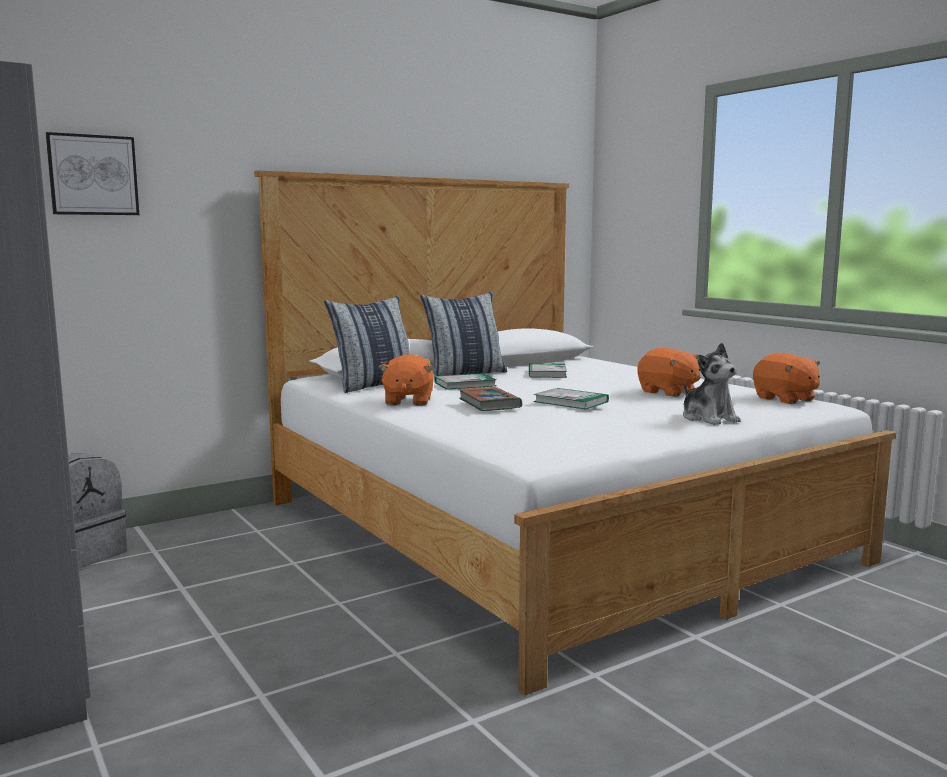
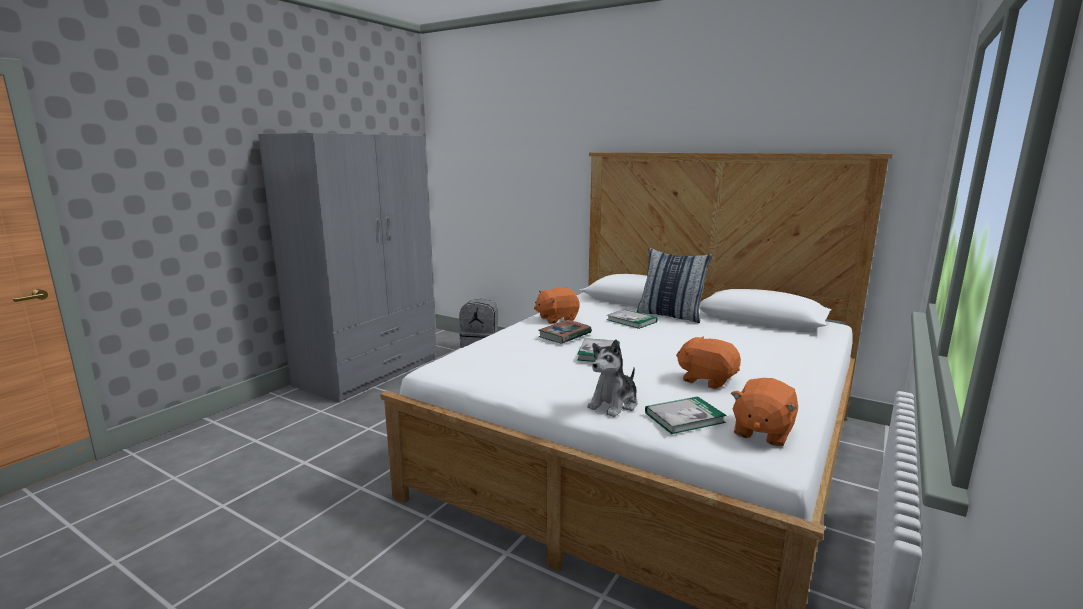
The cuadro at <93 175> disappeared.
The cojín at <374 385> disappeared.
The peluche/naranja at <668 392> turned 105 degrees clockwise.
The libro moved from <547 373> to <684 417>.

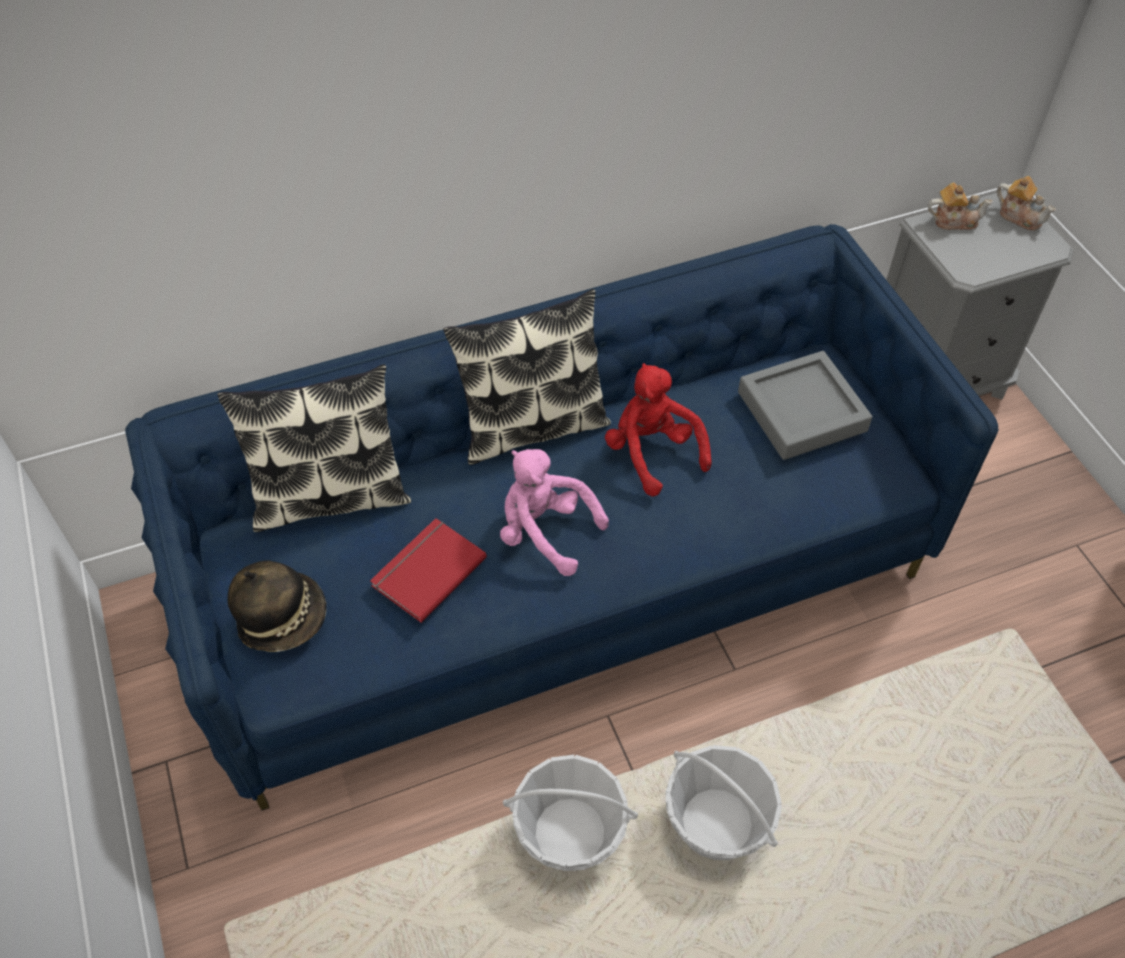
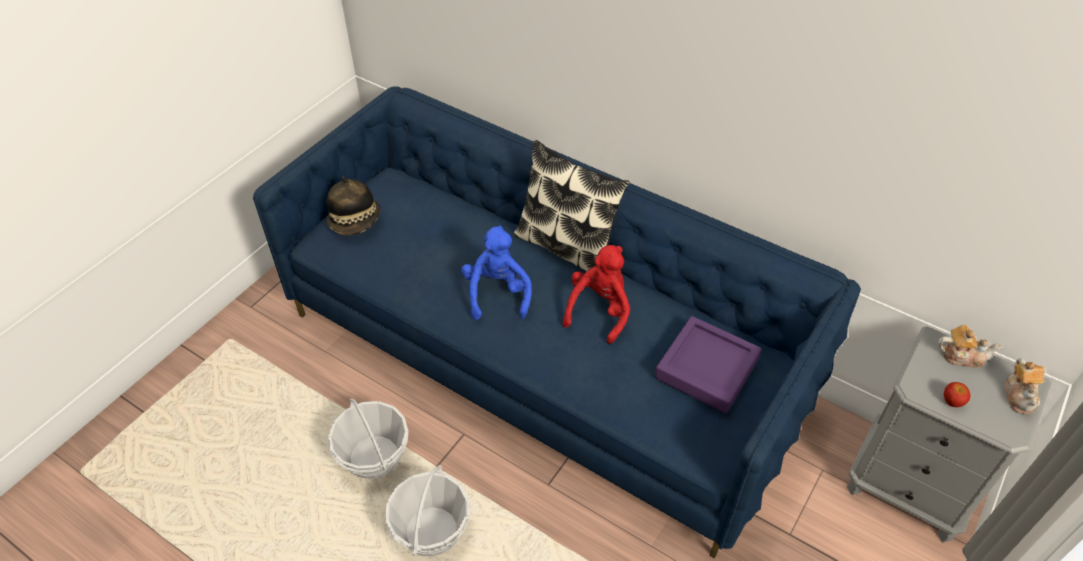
The tetera at <953 220> turned 45 degrees counterclockwise.
The bandeja/gris at <801 411> became the bandeja/morado at <706 368>.
The cojín at <330 496> disappeared.
The peluche/rosa at <545 532> became the peluche/azul at <497 293>.
The libro/rojo at <426 570> disappeared.
The manzana at <952 401> appeared.

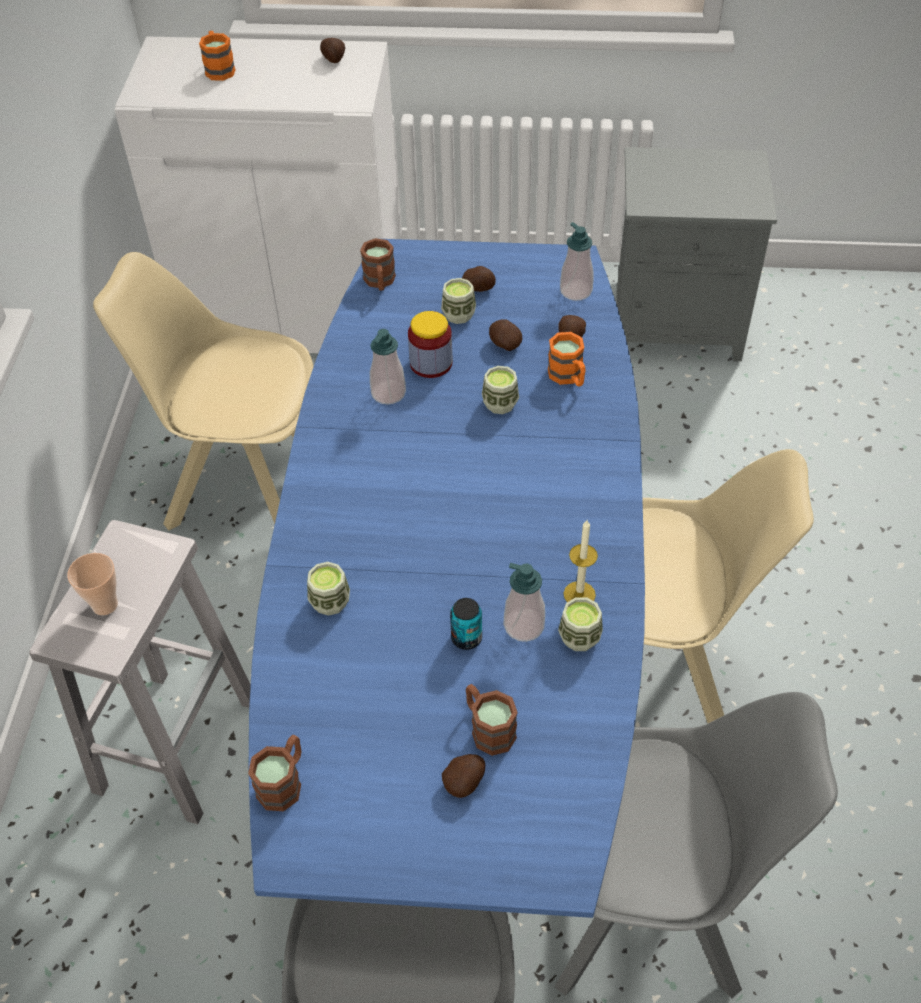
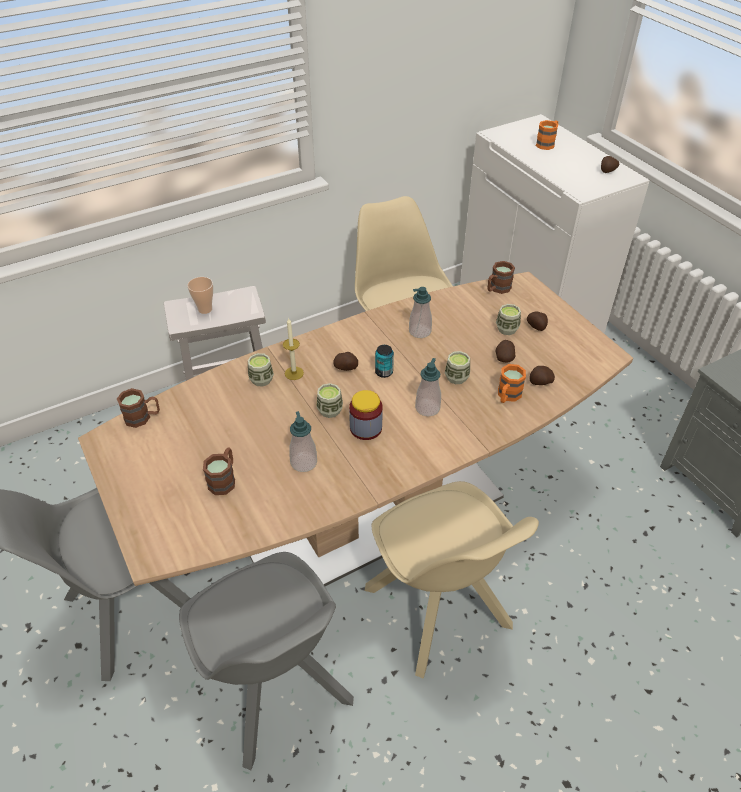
The dispensador de jabón moved from <576 291> to <427 408>.
The mesa de comedor/azul at <464 663> became the mesa de comedor/marrón at <369 512>.
The tarro moved from <431 363> to <366 428>.
The vela moved from <579 594> to <294 373>.
The taza moved from <579 637> to <330 410>.
The lata moved from <466 638> to <384 372>.
The patata moved from <465 782> to <346 368>.

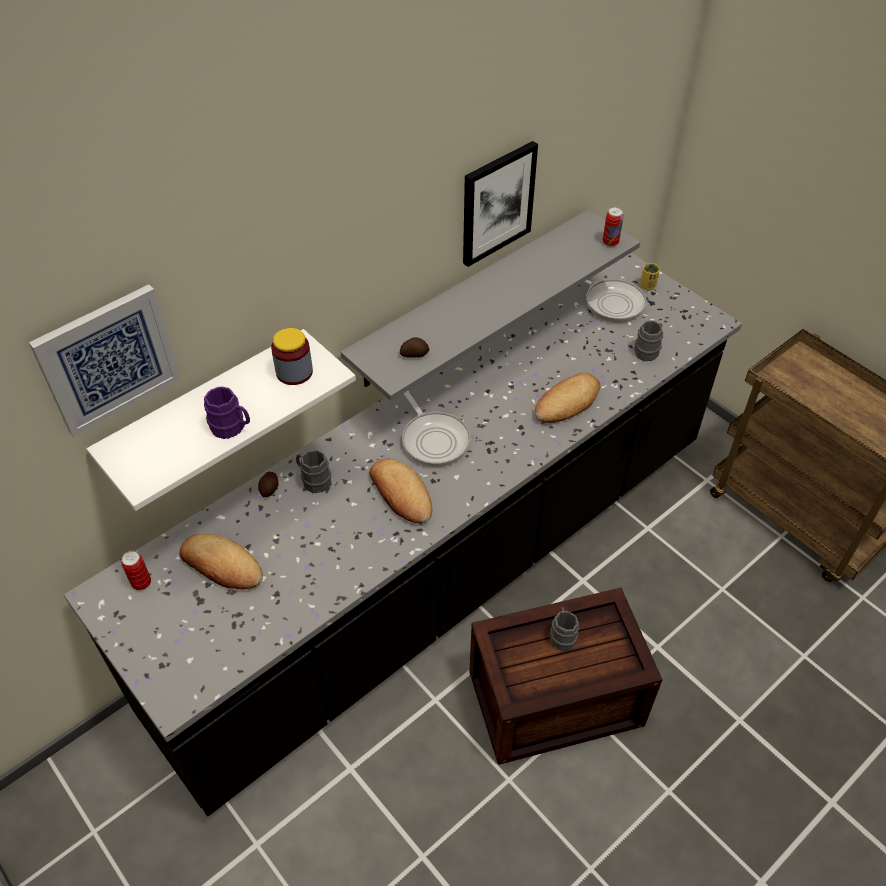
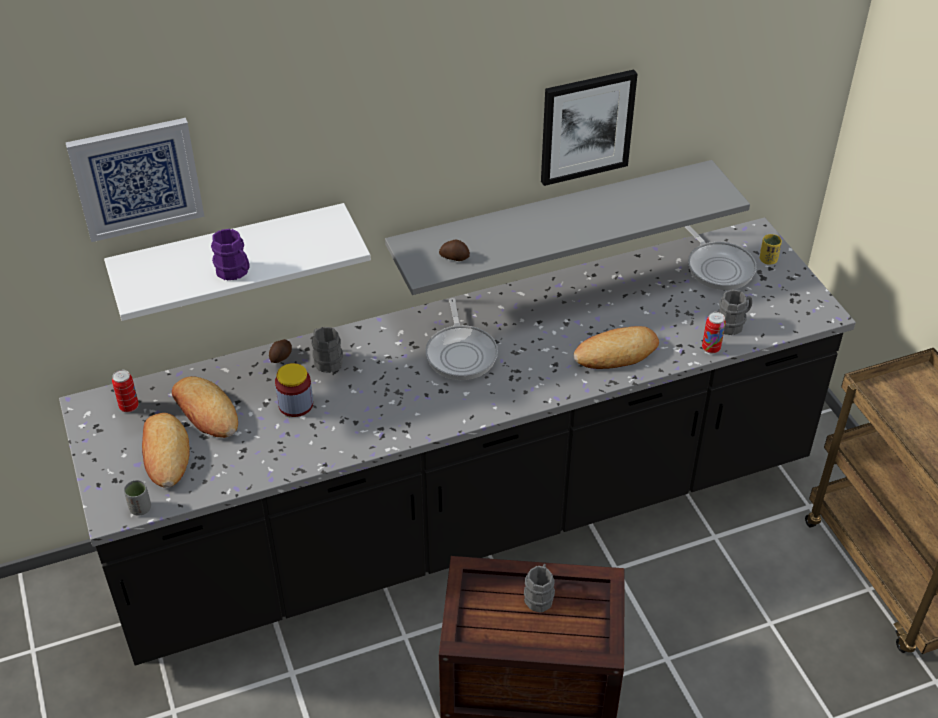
The lata moved from <610 242> to <711 348>.
The tarro moved from <294 372> to <295 404>.
The pan moved from <401 494> to <165 454>.
The taza/gris at <140 508> appeared.

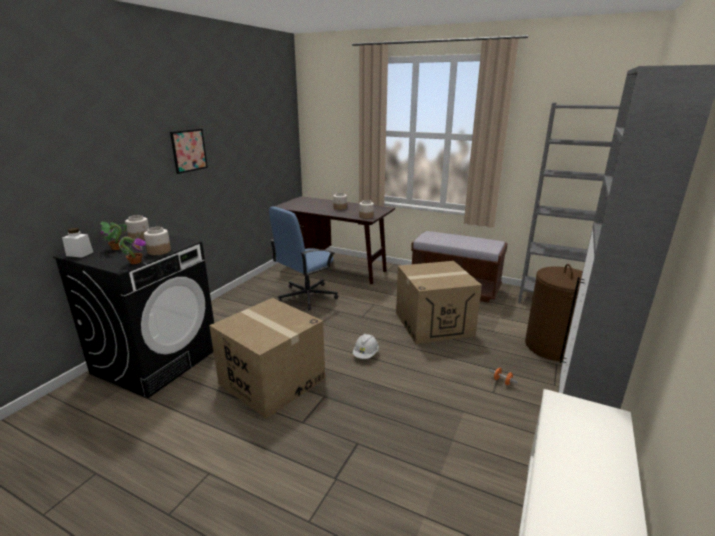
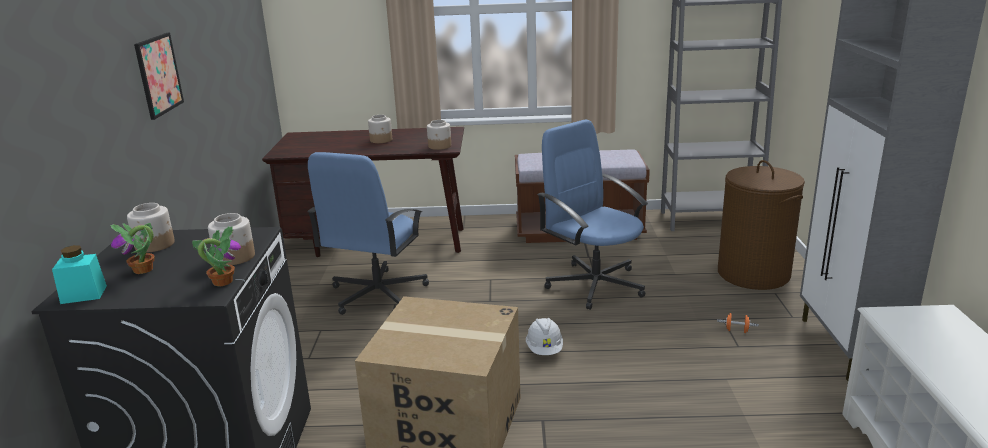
The tarro/blanco at <80 254> became the tarro/turquesa at <84 294>.
The caja de cartón at <433 324> was replaced by the silla de oficina/azul at <594 284>.

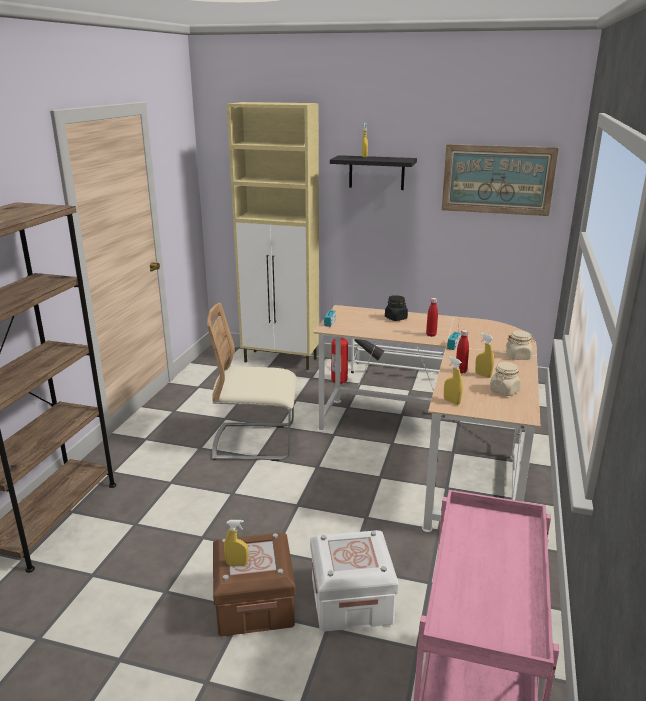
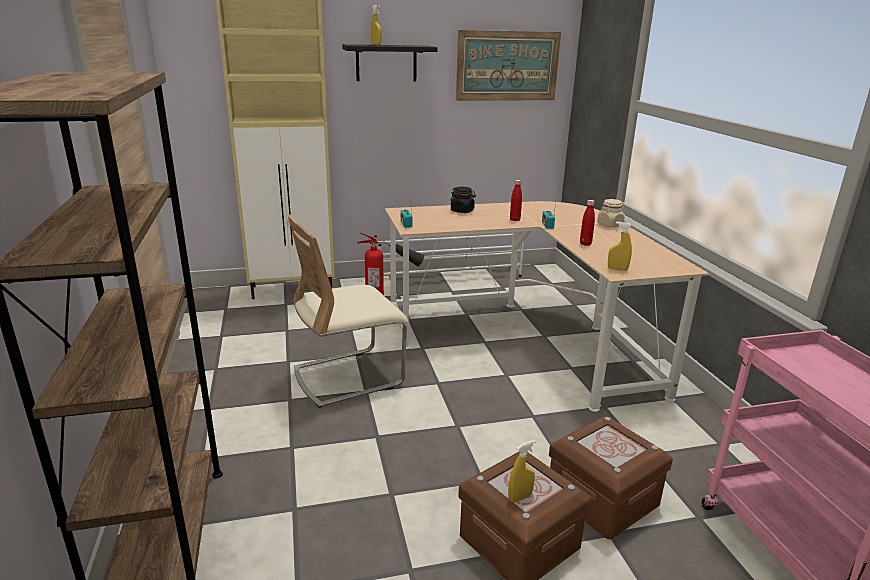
The pulverizador/amarillo at <483 375> disappeared.
The tarro/beis at <504 391> disappeared.
The caja de almacenaje/blanco at <351 600> became the caja de almacenaje/marrón at <602 498>.

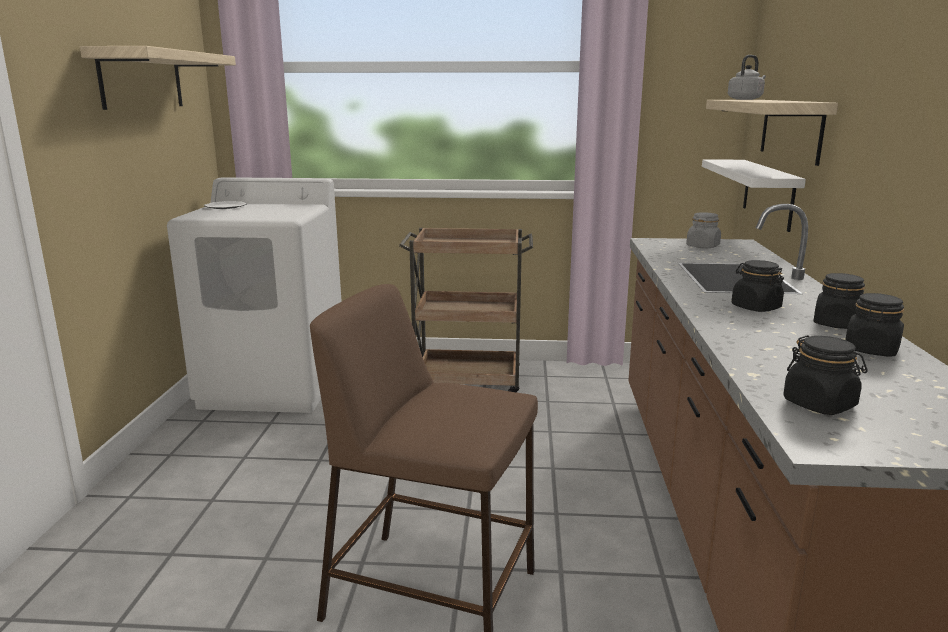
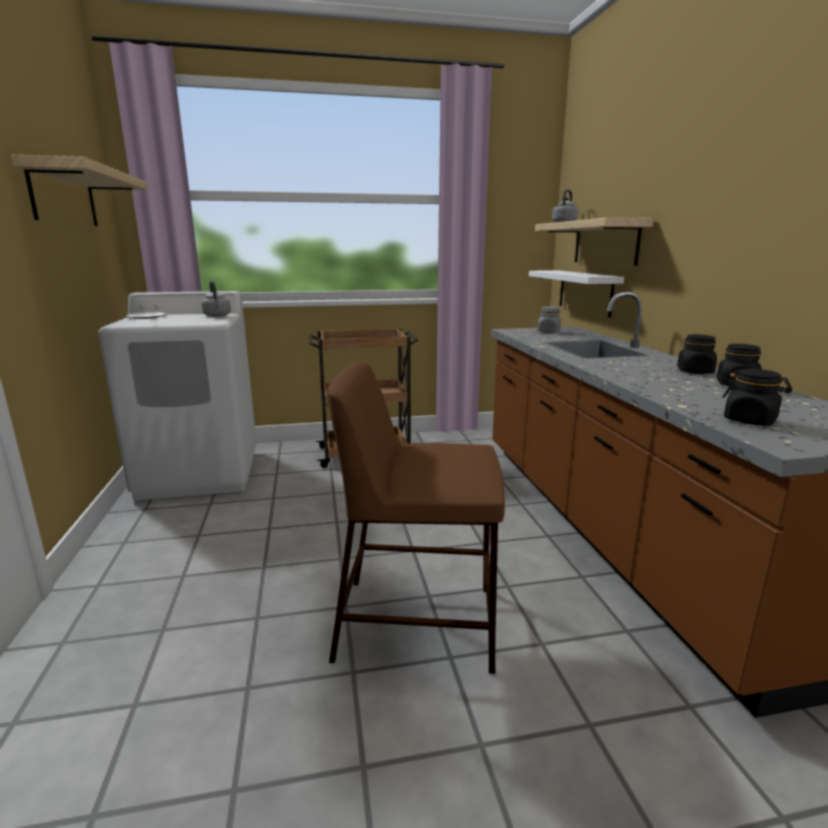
The tarro/negro at <755 307> disappeared.
The hervidor/gris at <217 316> appeared.

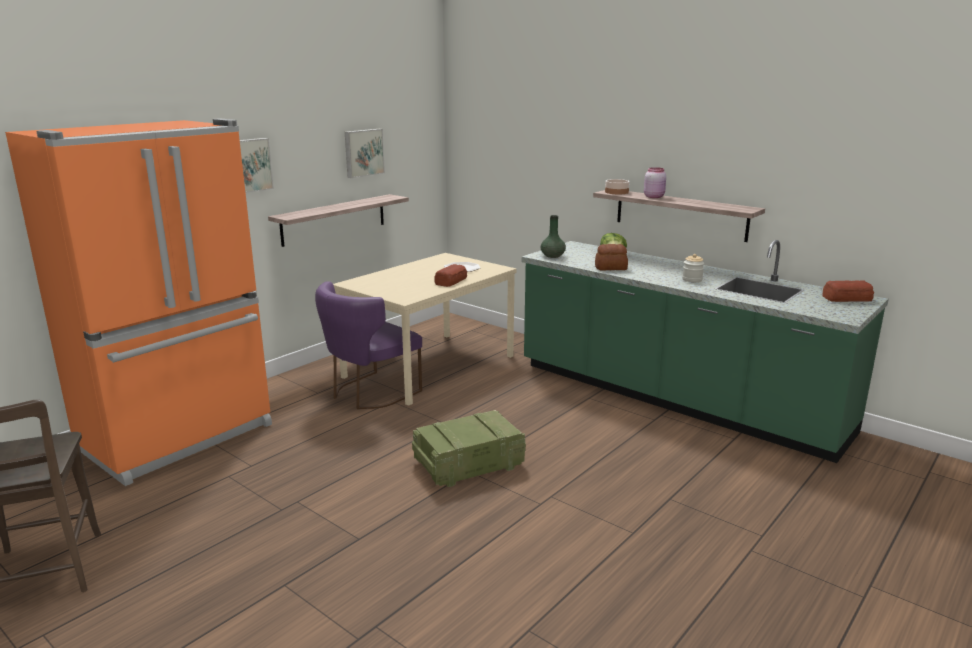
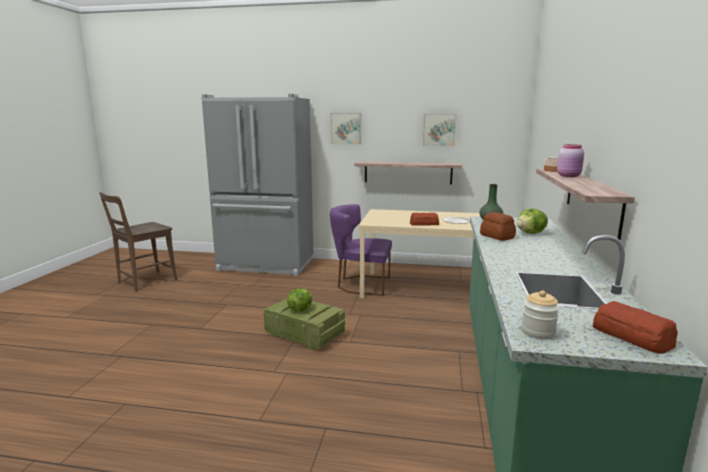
The nevera/naranja at <180 438> became the nevera/gris at <266 265>.
The tarro moved from <692 279> to <538 332>.
The lechuga at <300 309> appeared.

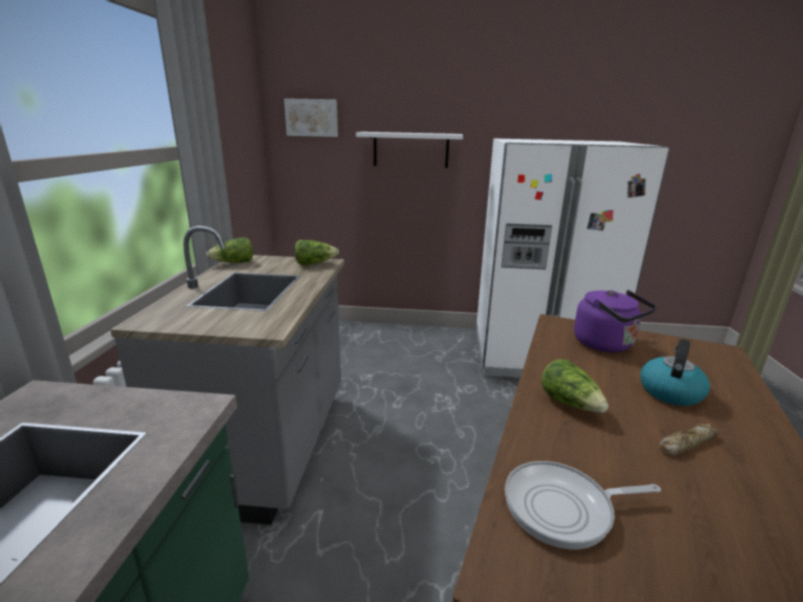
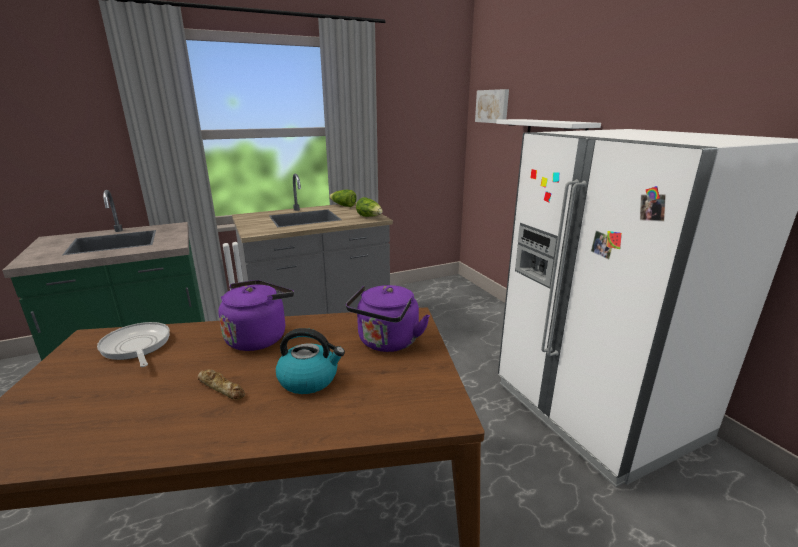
The lechuga at <570 403> was replaced by the hervidor/morado at <259 337>.

